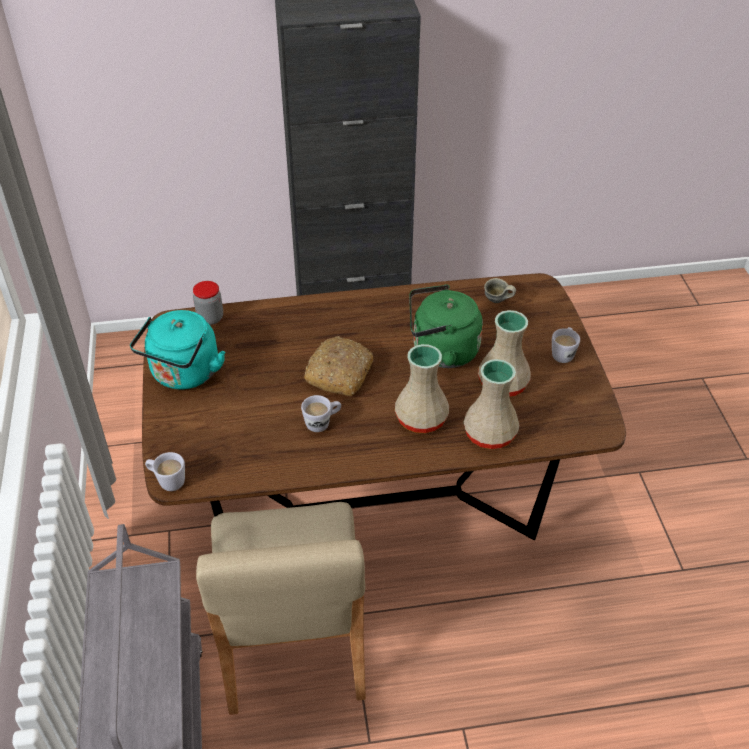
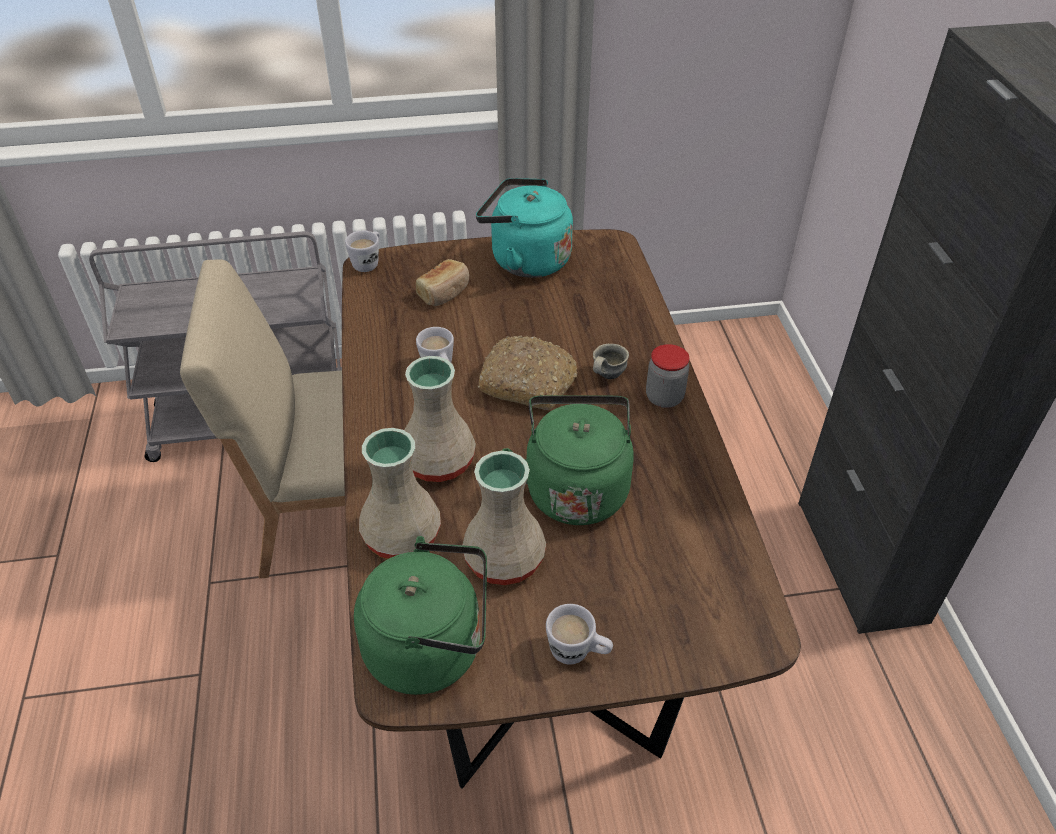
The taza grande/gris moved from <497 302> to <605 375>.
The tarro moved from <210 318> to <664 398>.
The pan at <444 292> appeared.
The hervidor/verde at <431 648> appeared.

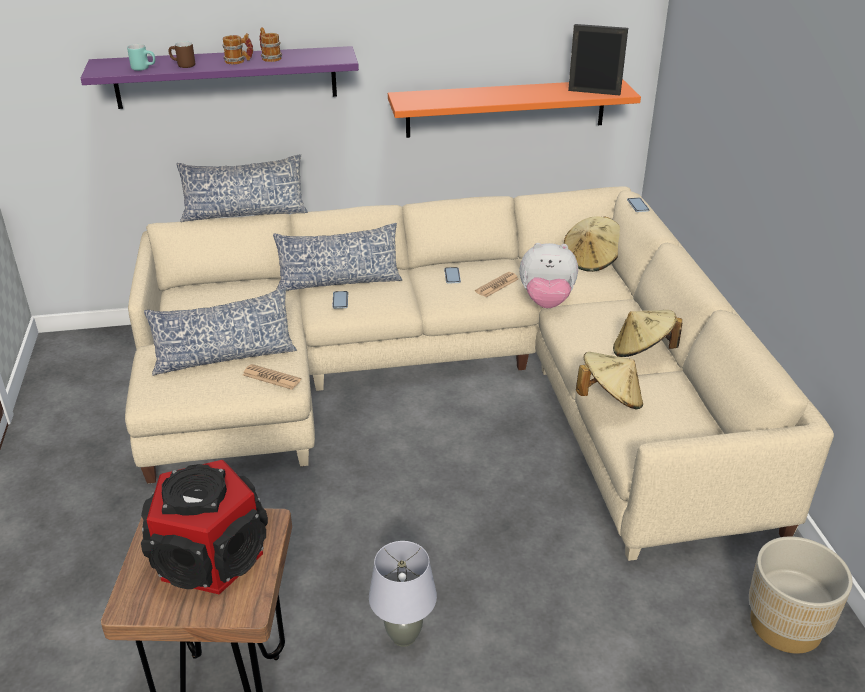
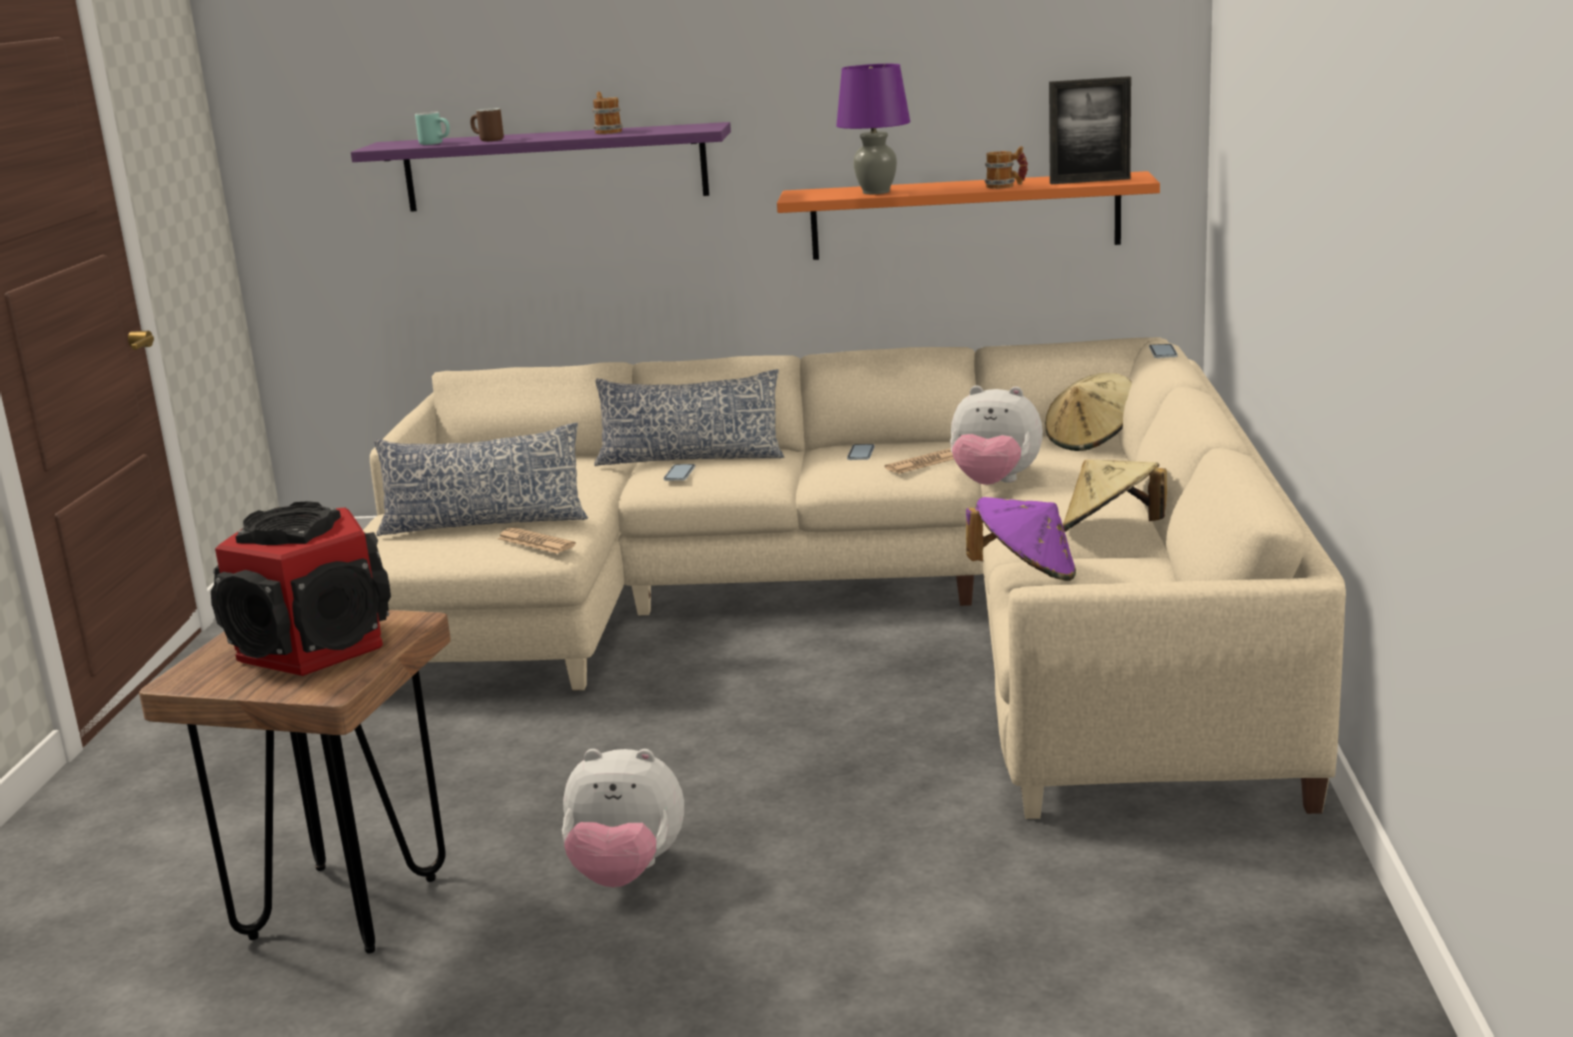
The portarretratos at <594 92> turned 150 degrees clockwise.
The taza grande moved from <239 61> to <1006 186>.
The cojín at <244 213> disappeared.
The sombrero/beis at <610 399> became the sombrero/morado at <1025 575>.
The maceta/beis at <786 625> disappeared.
The lámpara de mesa/gris at <403 637> was replaced by the peluche at <626 873>.
The lámpara de mesa/morado at <875 192> appeared.

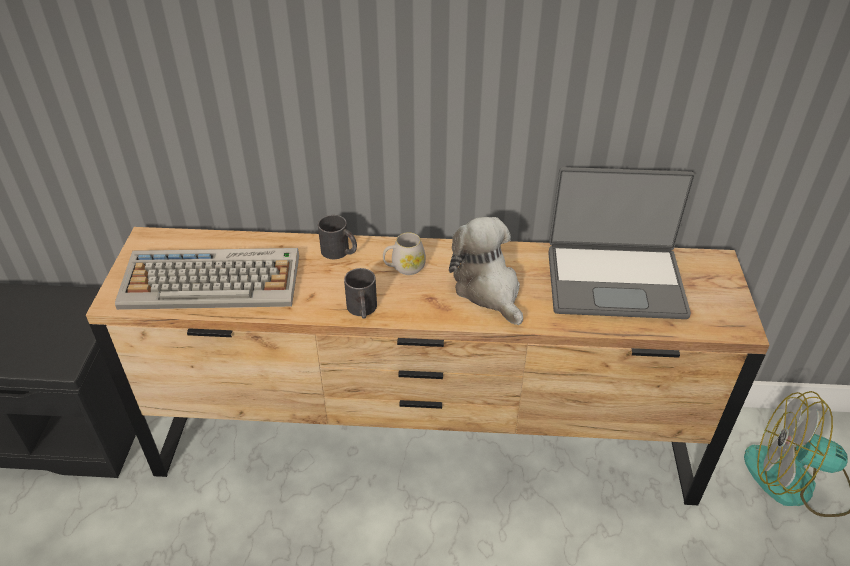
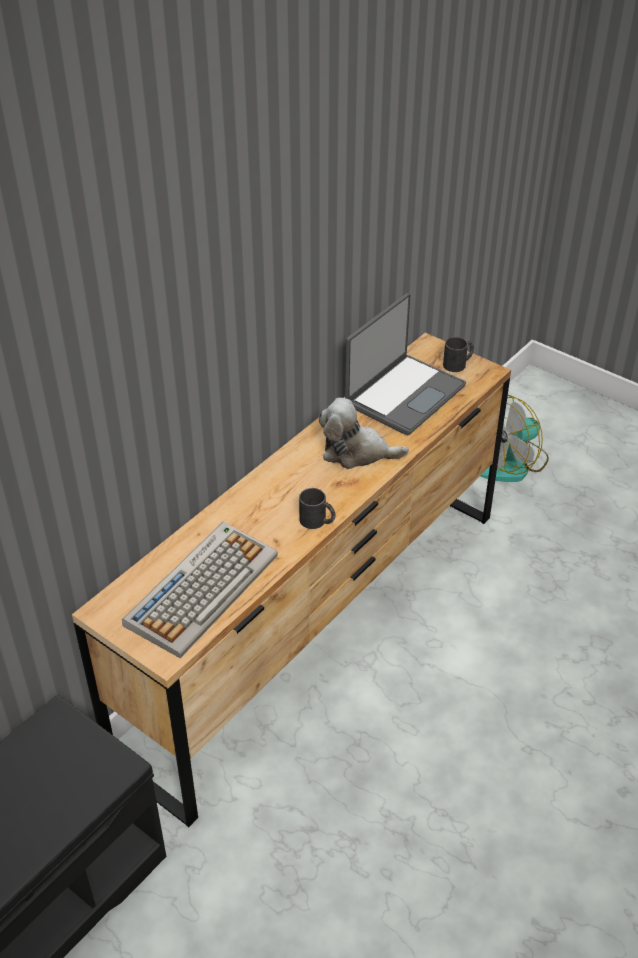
The taza grande/negro moved from <340 252> to <458 364>.
The taza grande/blanco at <404 267> disappeared.

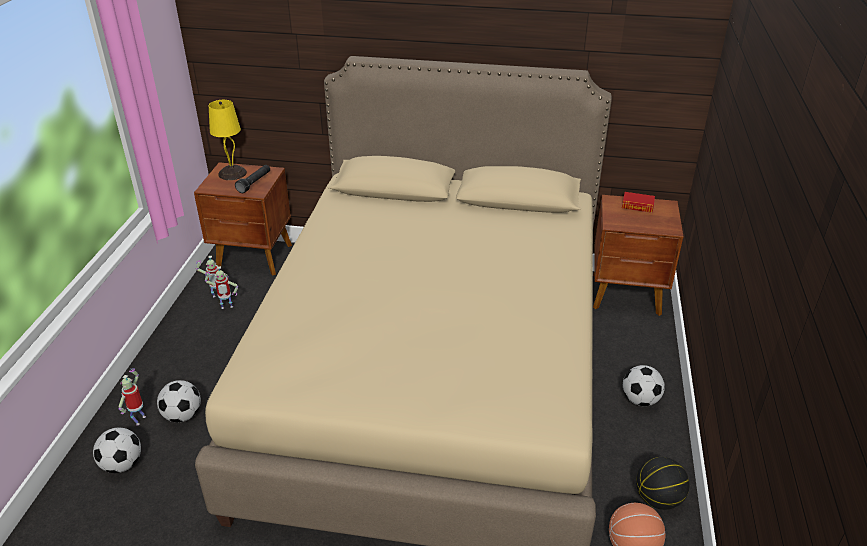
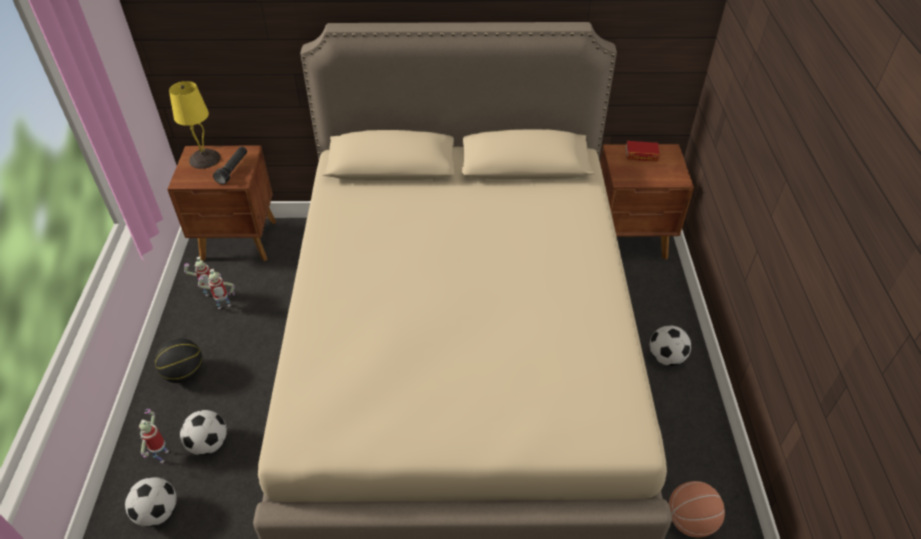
The balón de baloncesto moved from <658 499> to <185 373>.

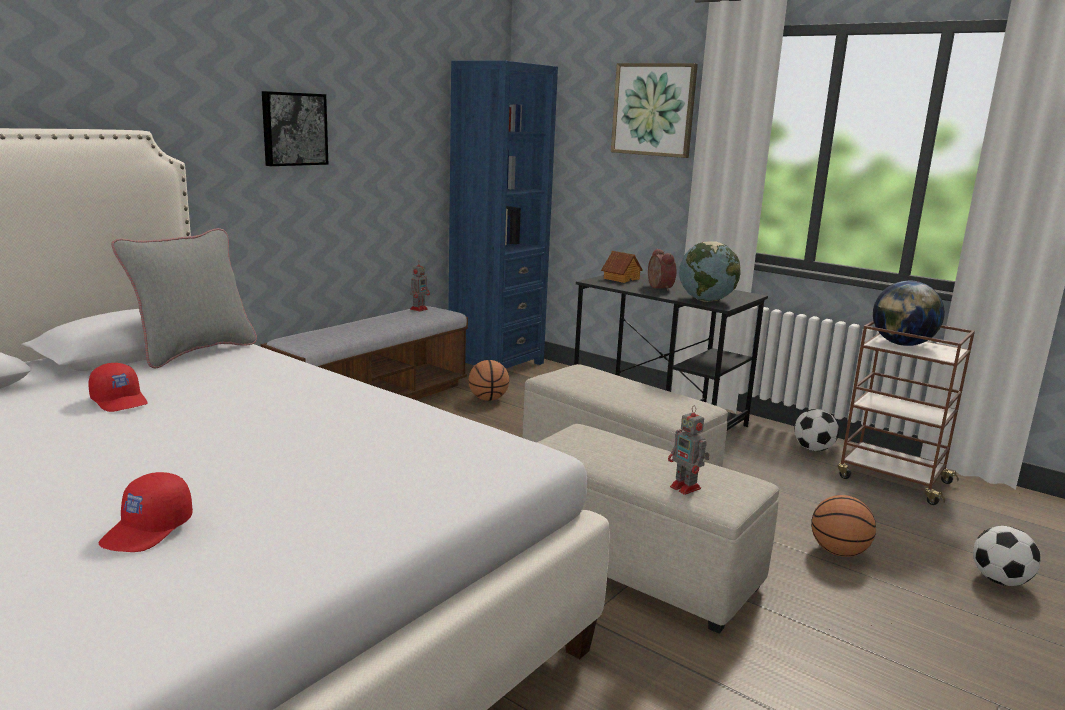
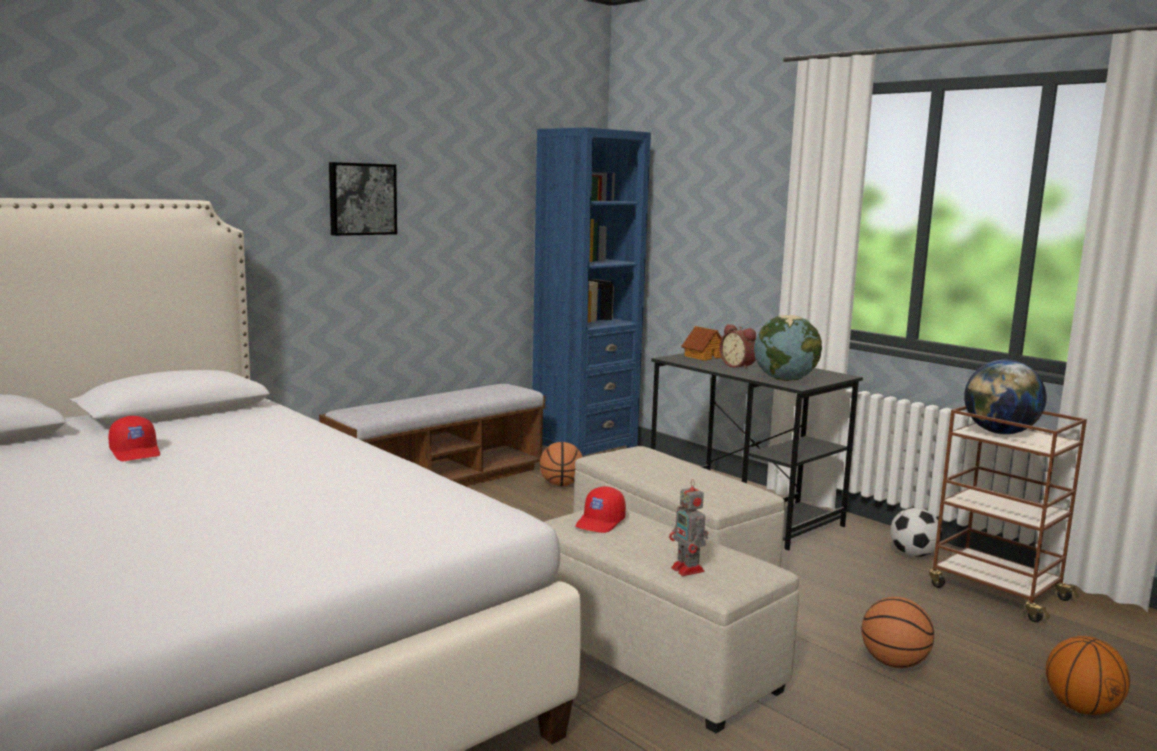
The cuadro at <653 110> disappeared.
The cojín/gris at <194 351> disappeared.
The despertador at <658 288> turned 150 degrees clockwise.
The robot de juguete at <419 309> disappeared.
The gorra/rojo moved from <148 530> to <601 523>.
The balón de fútbol at <1000 581> was replaced by the balón de baloncesto at <1081 708>.

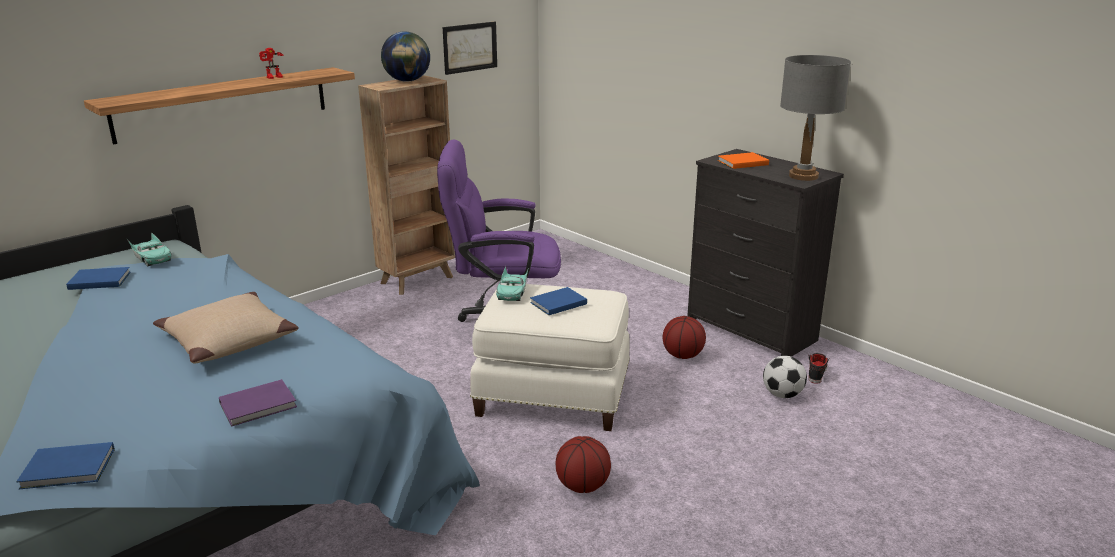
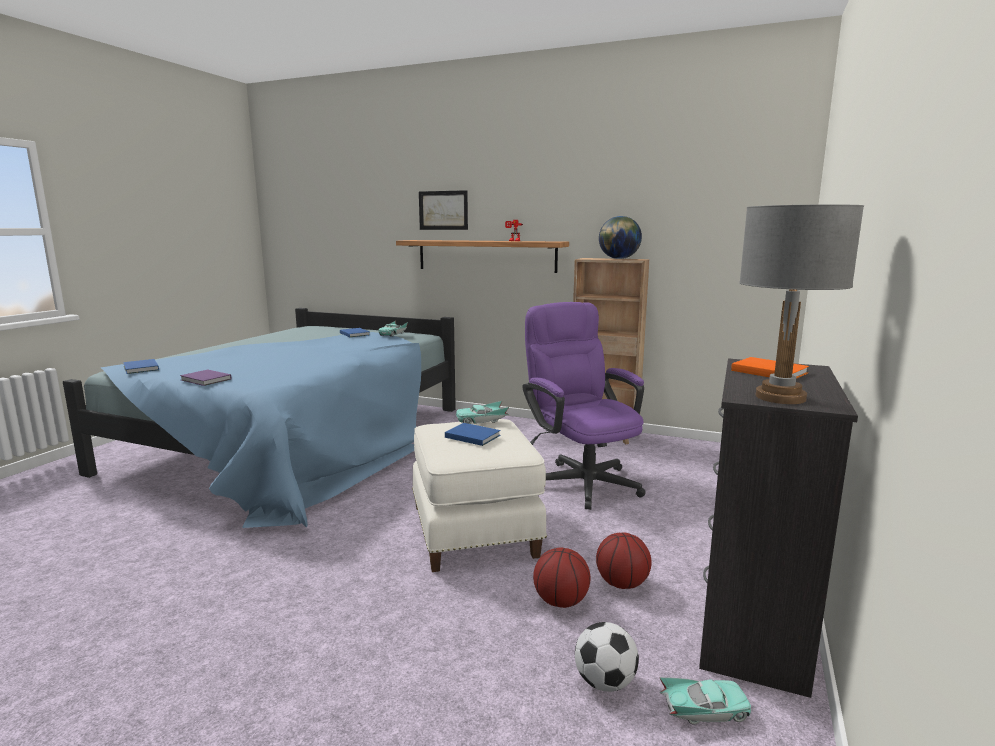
The cuadro moved from <470 47> to <443 210>.
The cojín/beis at <227 340> disappeared.
The zapato/negro at <816 372> was replaced by the coche de juguete/turquesa at <704 710>.
The balón de baloncesto moved from <583 486> to <561 602>.

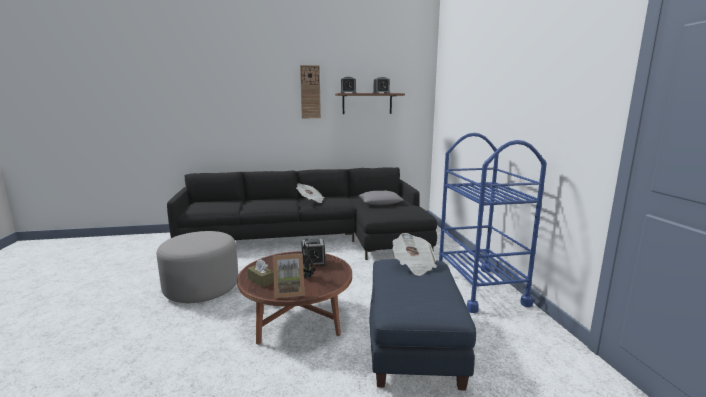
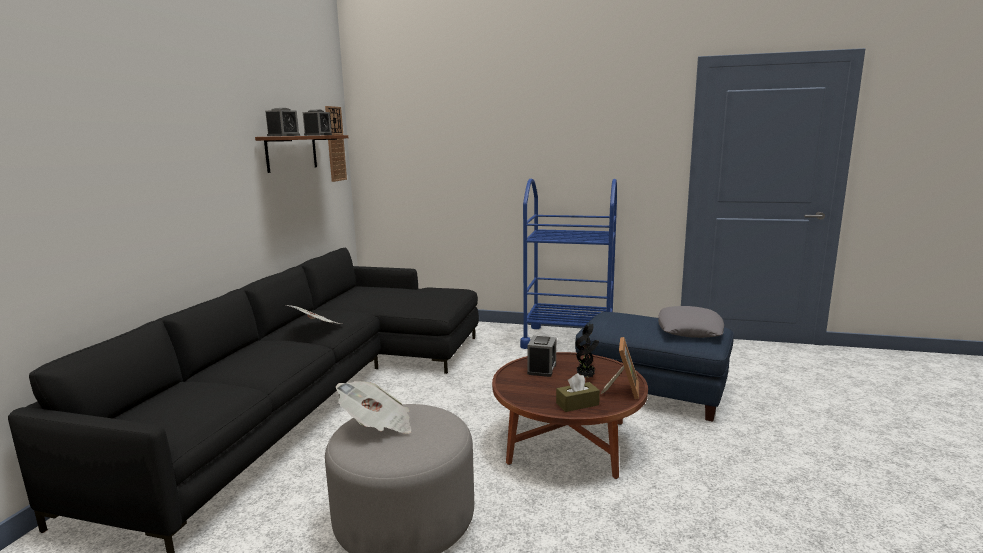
The reloj de pared moved from <310 92> to <335 144>.
The cojín/gris moved from <380 202> to <689 329>.
The periódico moved from <413 265> to <377 425>.

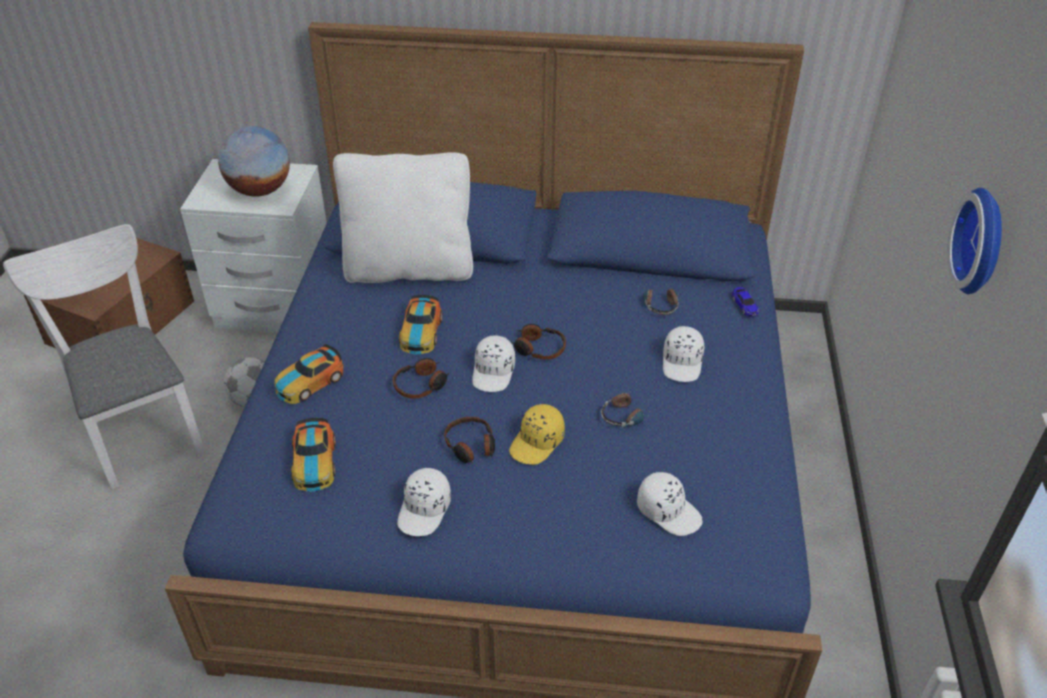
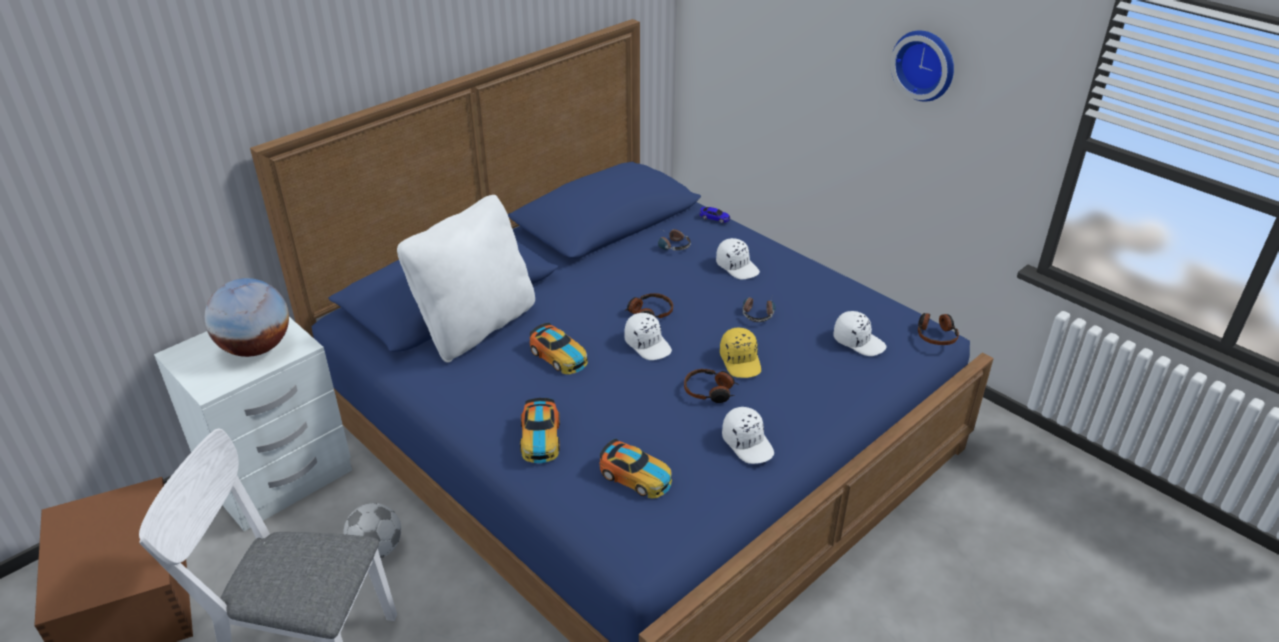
The auriculares moved from <421 385> to <935 335>.
The gorra/blanco at <669 511> turned 45 degrees clockwise.

